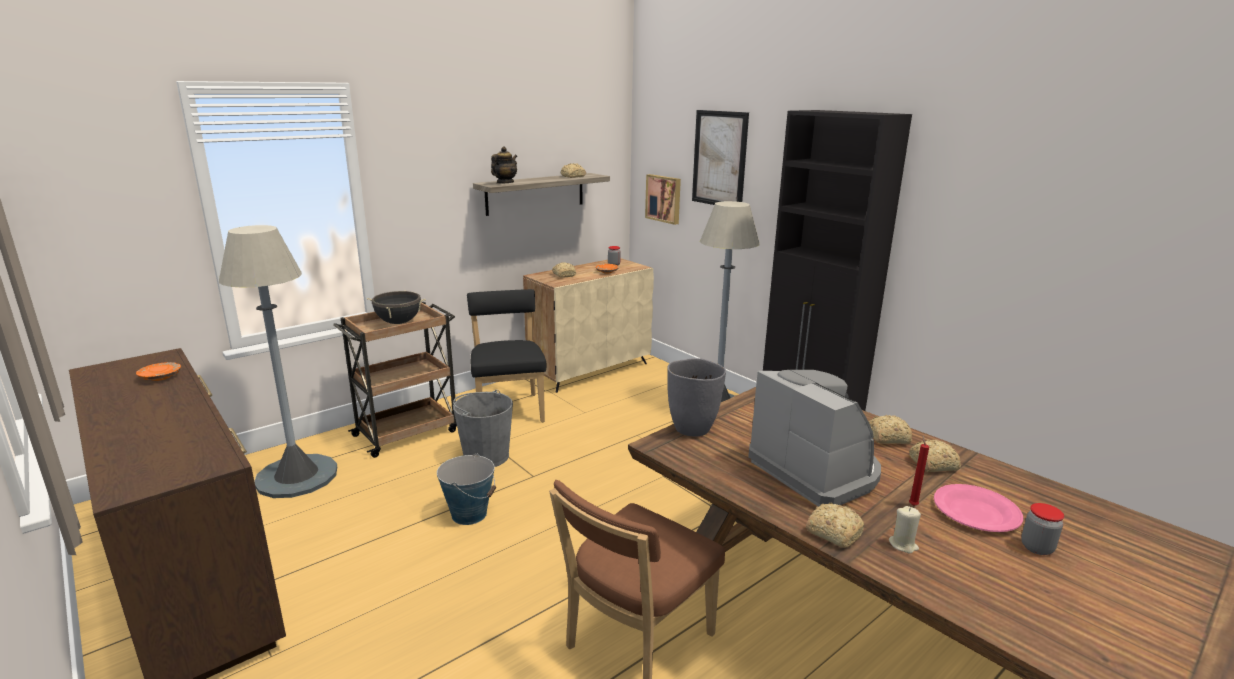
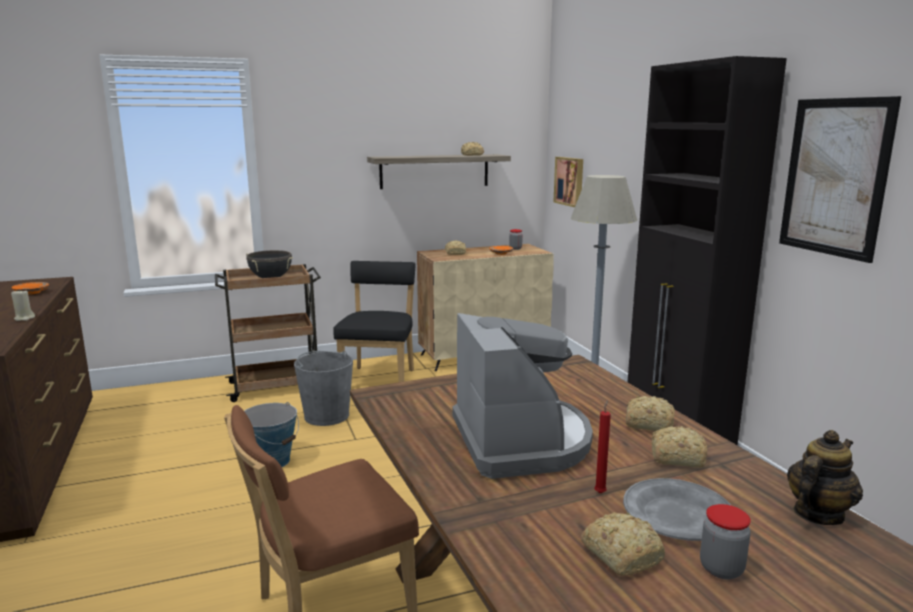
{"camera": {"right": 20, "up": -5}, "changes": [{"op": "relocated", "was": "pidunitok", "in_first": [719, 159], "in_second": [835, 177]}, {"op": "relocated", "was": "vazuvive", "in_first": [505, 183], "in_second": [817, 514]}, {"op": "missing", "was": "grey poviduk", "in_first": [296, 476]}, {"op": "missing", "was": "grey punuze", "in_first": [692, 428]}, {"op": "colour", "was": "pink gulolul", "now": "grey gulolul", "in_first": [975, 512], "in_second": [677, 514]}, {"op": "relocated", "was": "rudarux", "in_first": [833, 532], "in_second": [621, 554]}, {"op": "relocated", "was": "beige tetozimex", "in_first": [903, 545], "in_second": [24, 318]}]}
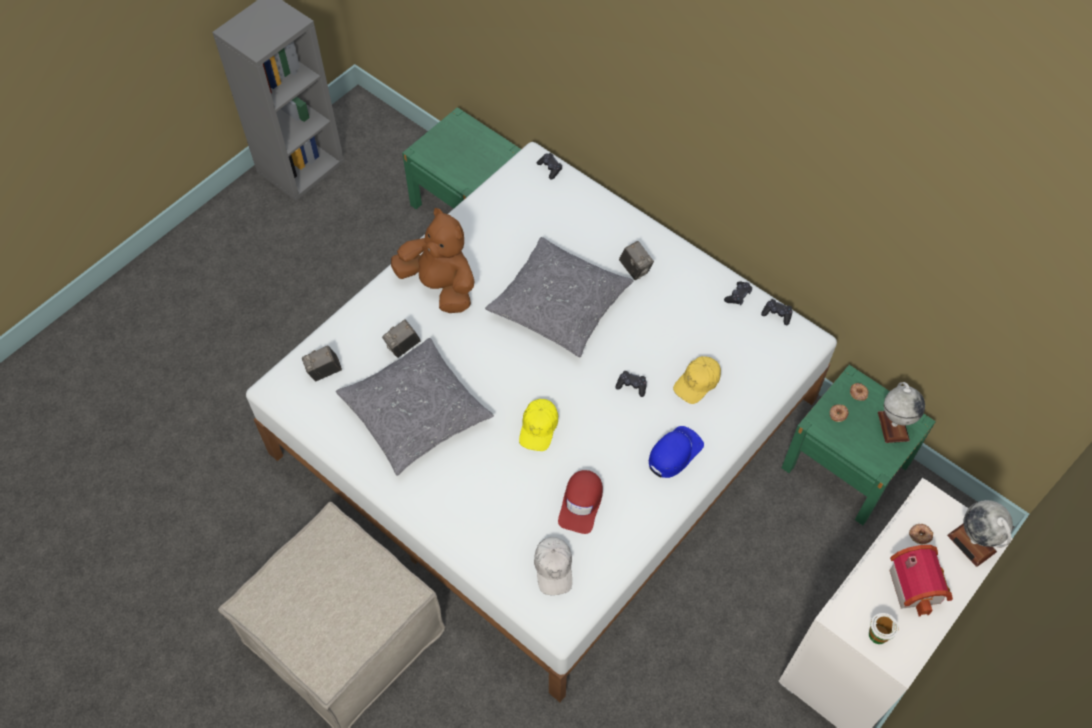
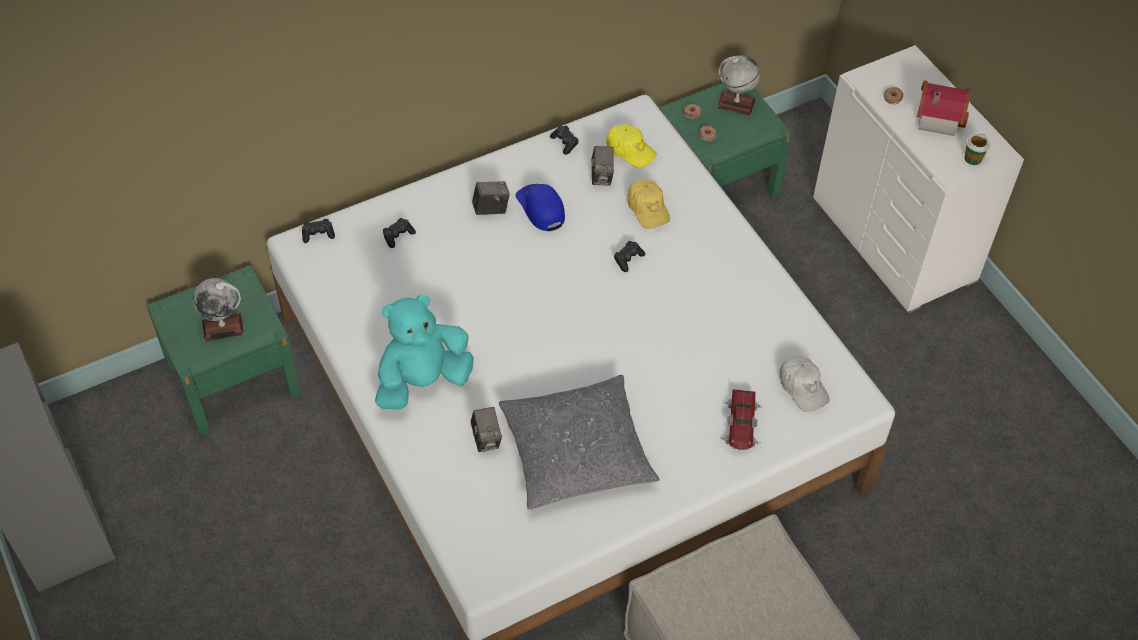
{"camera": {"right": -70, "up": -5}, "changes": [{"op": "colour", "was": "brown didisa", "now": "turquoise didisa", "in_first": [440, 286], "in_second": [423, 381]}, {"op": "missing", "was": "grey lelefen", "in_first": [559, 304]}, {"op": "relocated", "was": "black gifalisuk", "in_first": [777, 314], "in_second": [398, 236]}, {"op": "relocated", "was": "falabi", "in_first": [324, 371], "in_second": [602, 176]}, {"op": "relocated", "was": "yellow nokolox", "in_first": [539, 428], "in_second": [630, 150]}, {"op": "relocated", "was": "blue nokolox", "in_first": [674, 453], "in_second": [541, 208]}, {"op": "missing", "was": "red nokolox", "in_first": [581, 503]}, {"op": "relocated", "was": "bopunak", "in_first": [972, 543], "in_second": [223, 327]}, {"op": "spun", "was": "white nokolox", "in_first": [554, 568], "in_second": [803, 387], "clockwise": 45}, {"op": "appeared", "now": "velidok", "in_second": [741, 424]}]}
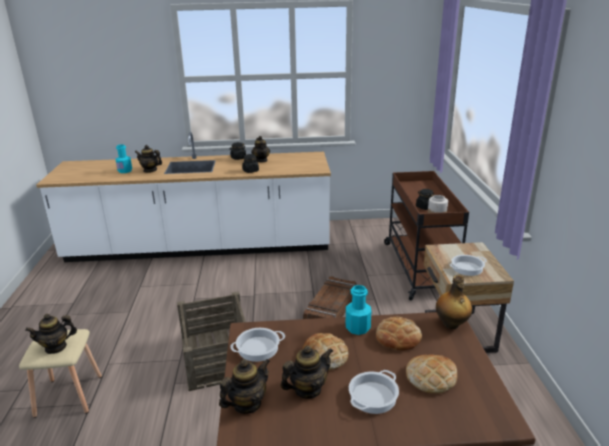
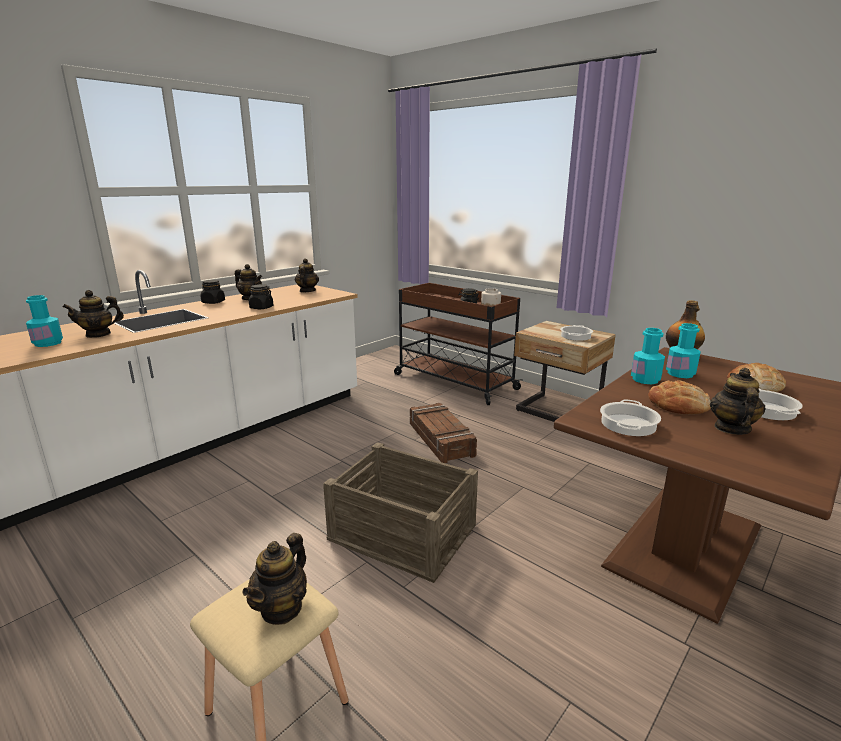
{"camera": {"right": -45, "up": -5}, "changes": [{"op": "exchanged", "was": "rudarux", "now": "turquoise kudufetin", "in_first": [398, 337], "in_second": [680, 374]}, {"op": "relocated", "was": "vazuvive", "in_first": [247, 404], "in_second": [307, 291]}]}
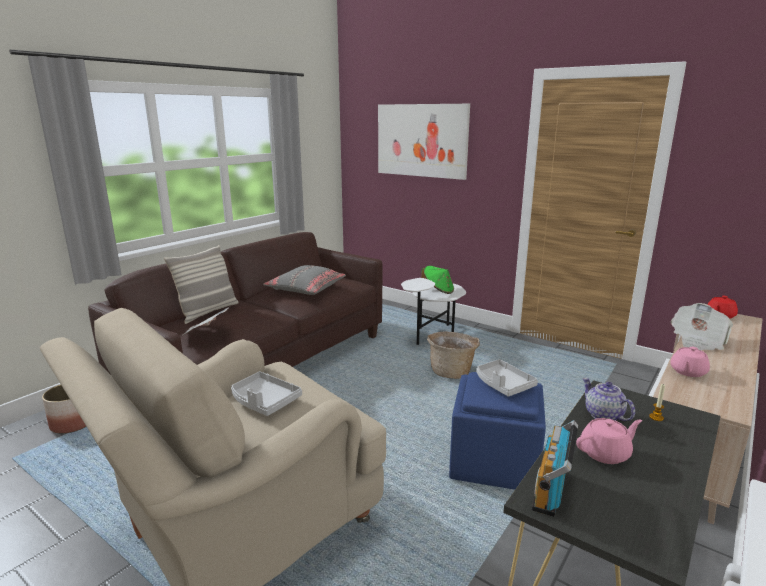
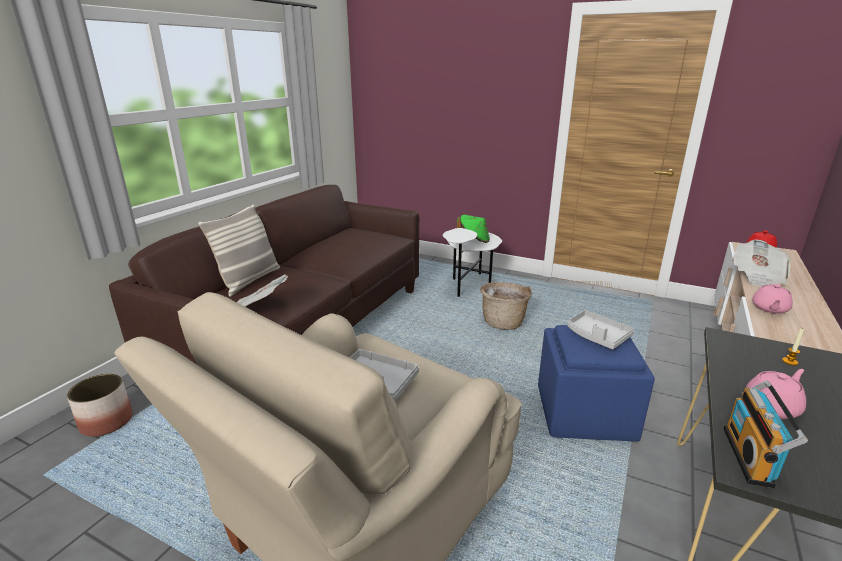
{"camera": {"right": -10, "up": 5}, "changes": [{"op": "missing", "was": "pidunitok", "in_first": [422, 140]}, {"op": "missing", "was": "grey lelefen", "in_first": [306, 288]}, {"op": "missing", "was": "vazuvive", "in_first": [603, 415]}]}
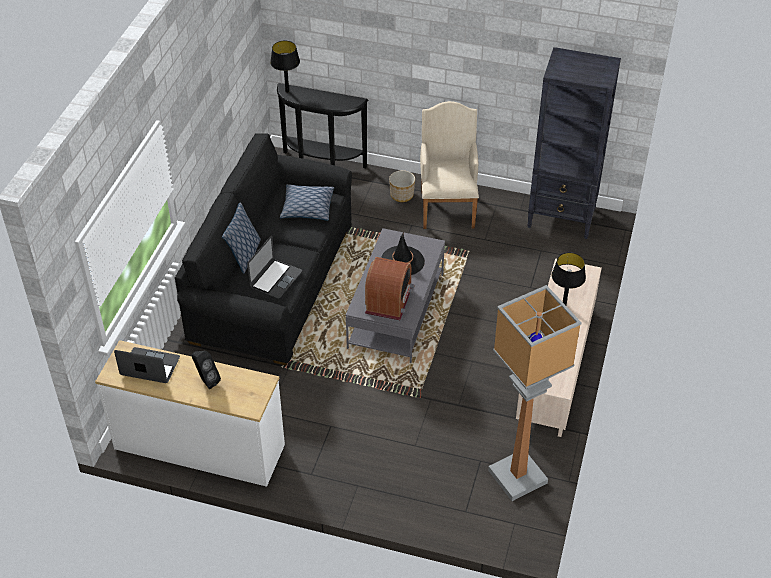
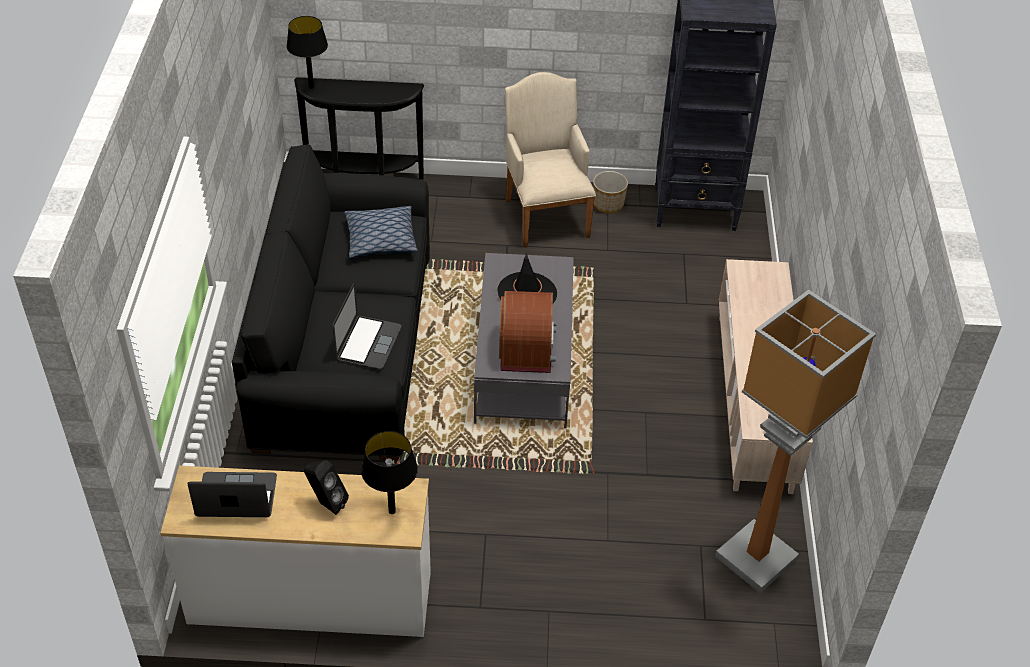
{"camera": {"right": -15, "up": 0}, "changes": [{"op": "relocated", "was": "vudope", "in_first": [401, 195], "in_second": [608, 204]}, {"op": "missing", "was": "lelefen", "in_first": [244, 256]}, {"op": "relocated", "was": "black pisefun", "in_first": [564, 305], "in_second": [392, 511]}]}
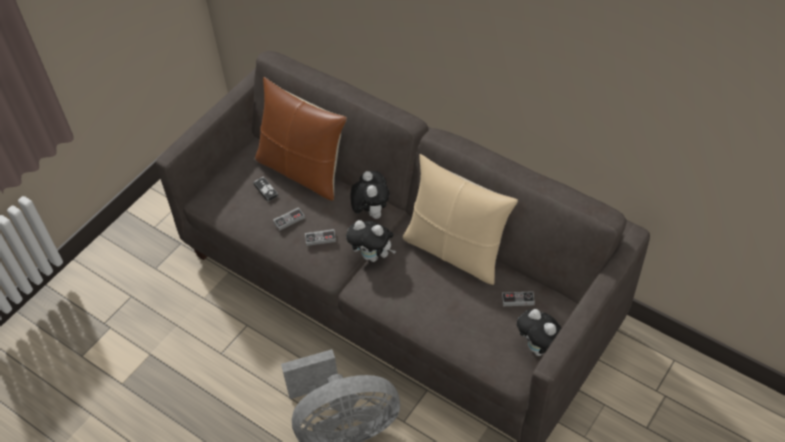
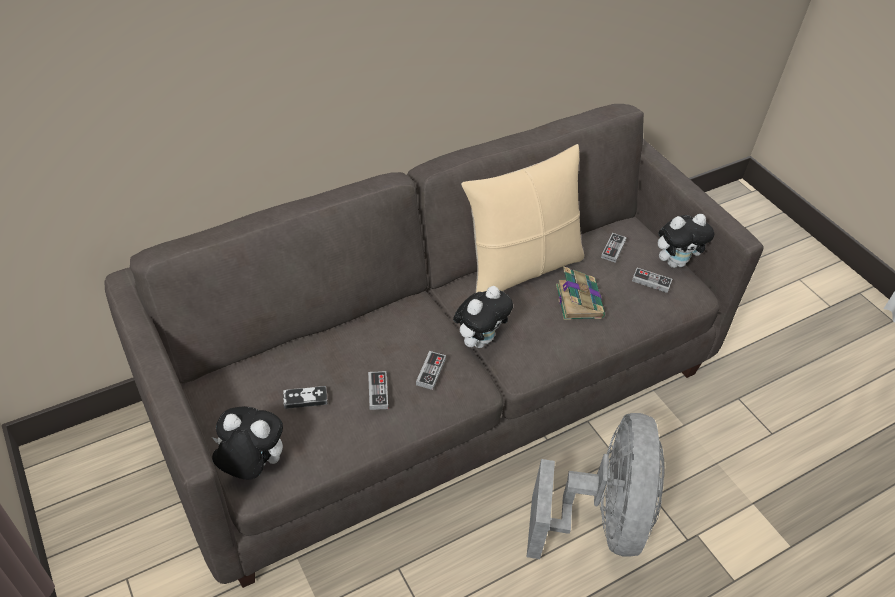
{"camera": {"right": -70, "up": -5}, "changes": [{"op": "missing", "was": "brown lelefen", "in_first": [303, 171]}, {"op": "relocated", "was": "didisa", "in_first": [370, 212], "in_second": [251, 466]}, {"op": "appeared", "now": "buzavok", "in_second": [579, 300]}, {"op": "appeared", "now": "gifalisuk", "in_second": [651, 282]}]}
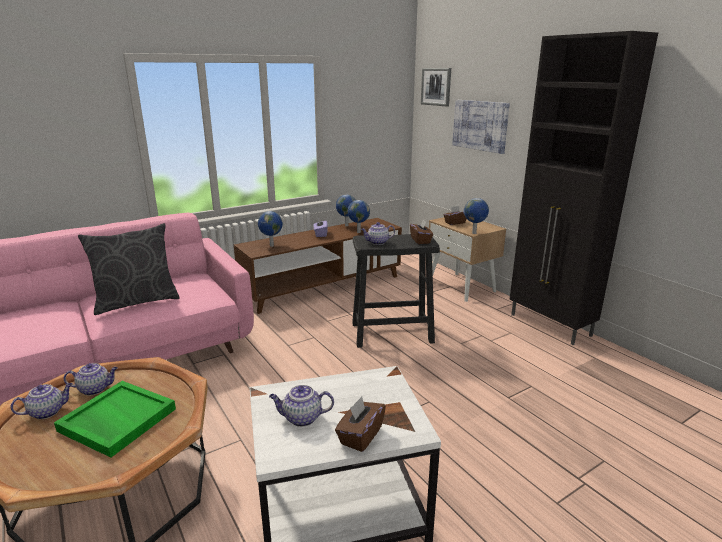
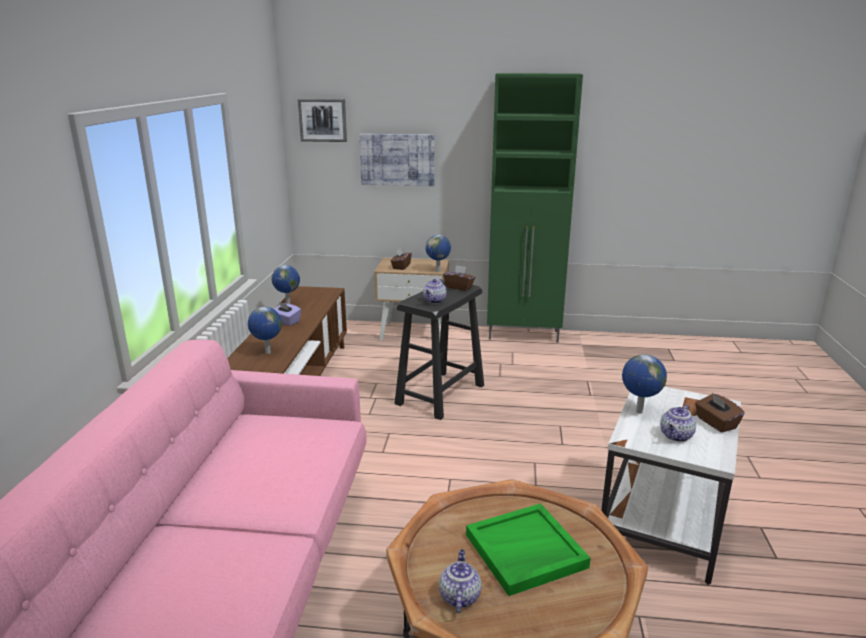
{"camera": {"right": -50, "up": 0}, "changes": [{"op": "colour", "was": "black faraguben", "now": "green faraguben", "in_first": [550, 325], "in_second": [524, 335]}, {"op": "relocated", "was": "bopunak", "in_first": [358, 232], "in_second": [638, 412]}, {"op": "missing", "was": "grey lelefen", "in_first": [137, 301]}, {"op": "missing", "was": "vazuvive", "in_first": [95, 389]}]}
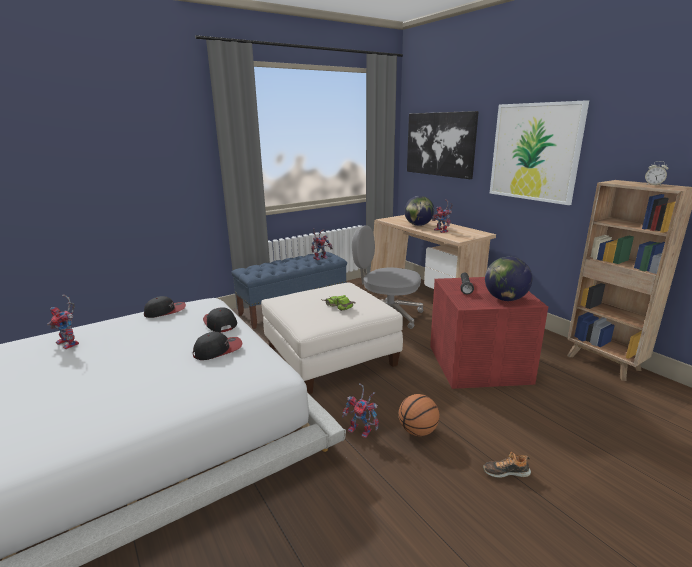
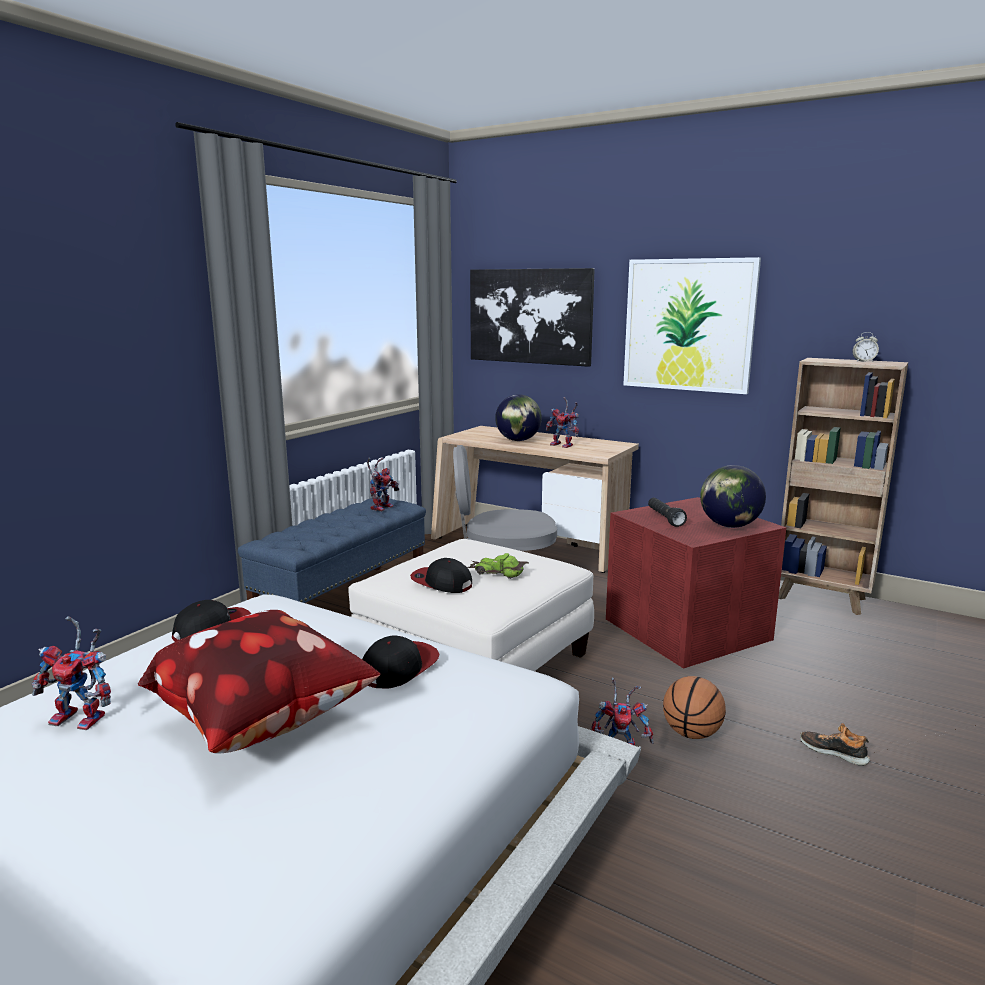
{"camera": {"right": -25, "up": -5}, "changes": [{"op": "relocated", "was": "nokolox", "in_first": [220, 323], "in_second": [441, 583]}, {"op": "spun", "was": "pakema", "in_first": [505, 471], "in_second": [833, 752], "clockwise": 60}, {"op": "appeared", "now": "lelefen", "in_second": [266, 724]}]}
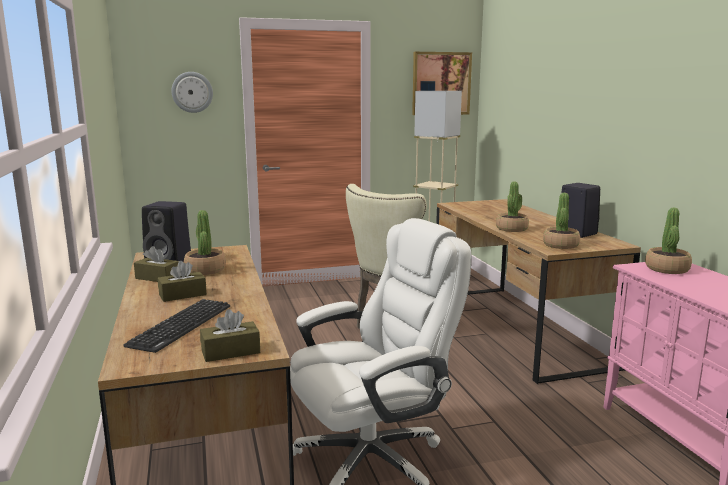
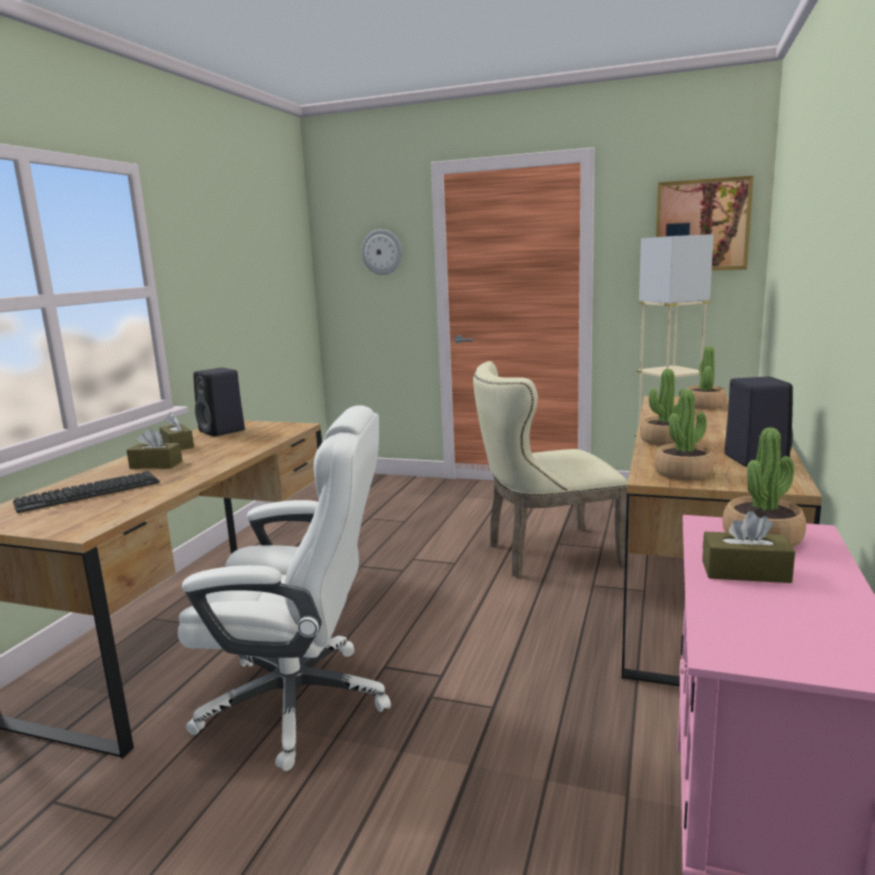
{"camera": {"right": 35, "up": 0}, "changes": [{"op": "relocated", "was": "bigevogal", "in_first": [205, 270], "in_second": [704, 405]}, {"op": "relocated", "was": "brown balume", "in_first": [230, 352], "in_second": [745, 571]}]}
